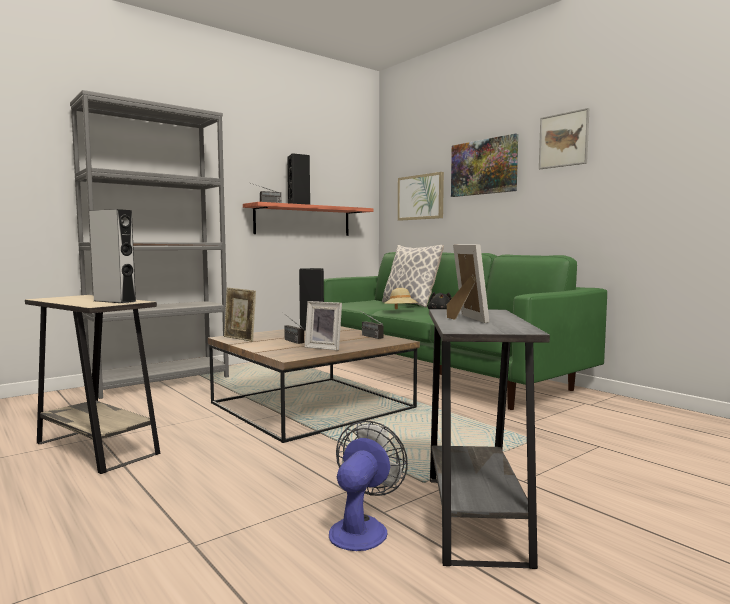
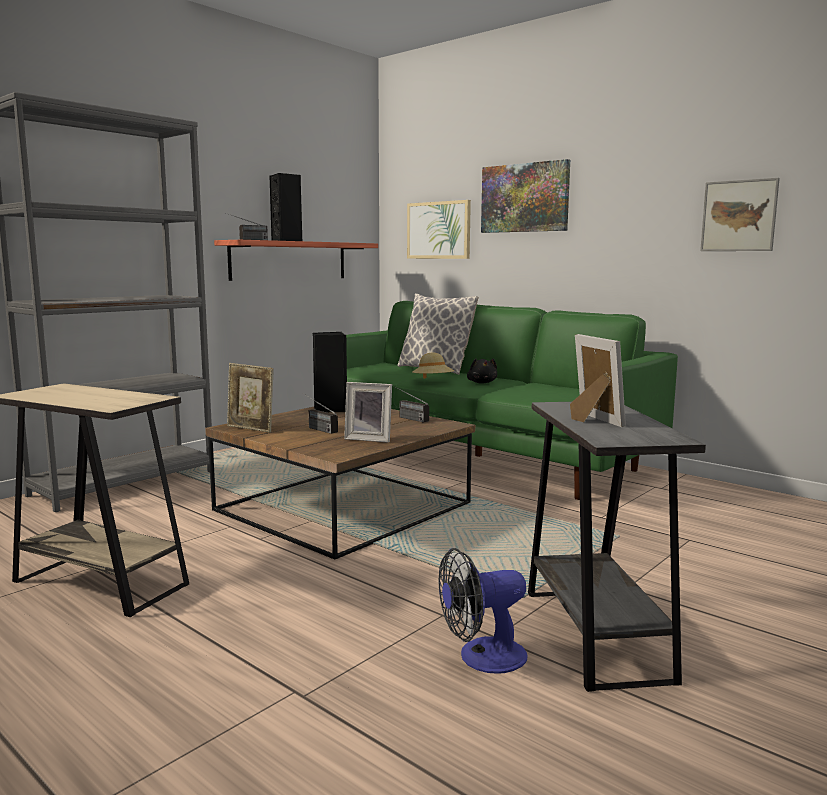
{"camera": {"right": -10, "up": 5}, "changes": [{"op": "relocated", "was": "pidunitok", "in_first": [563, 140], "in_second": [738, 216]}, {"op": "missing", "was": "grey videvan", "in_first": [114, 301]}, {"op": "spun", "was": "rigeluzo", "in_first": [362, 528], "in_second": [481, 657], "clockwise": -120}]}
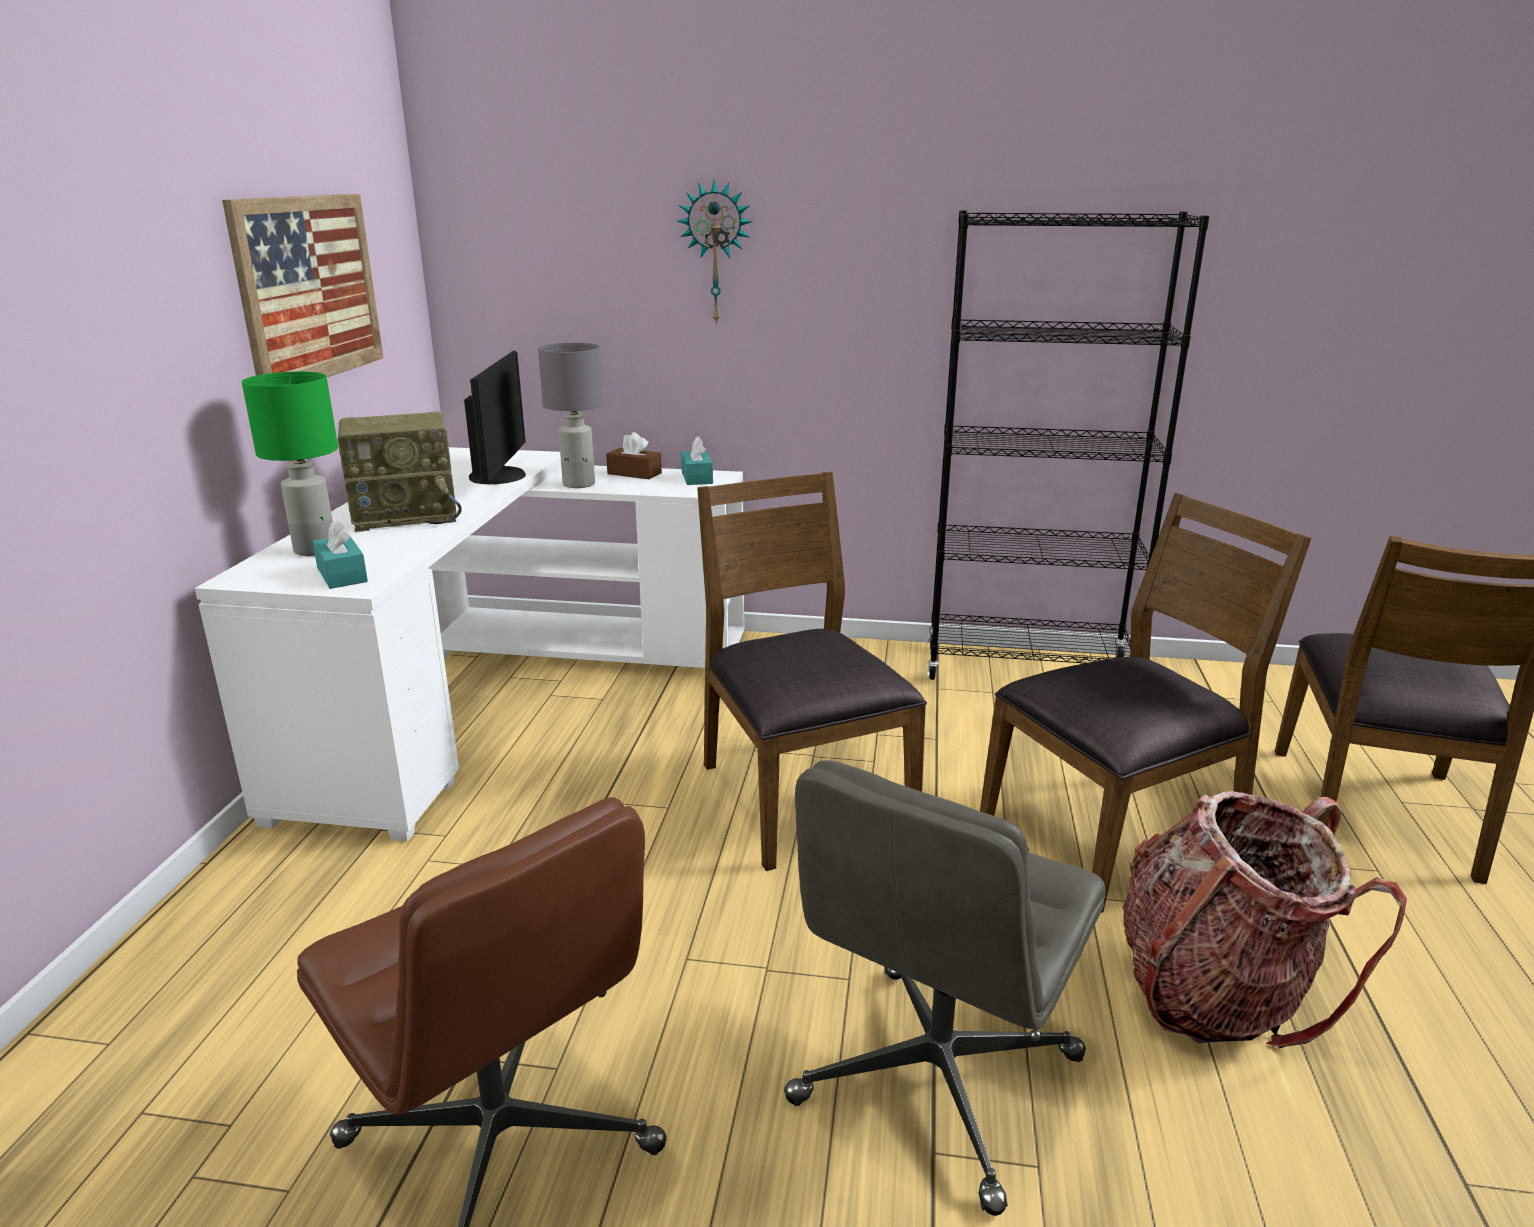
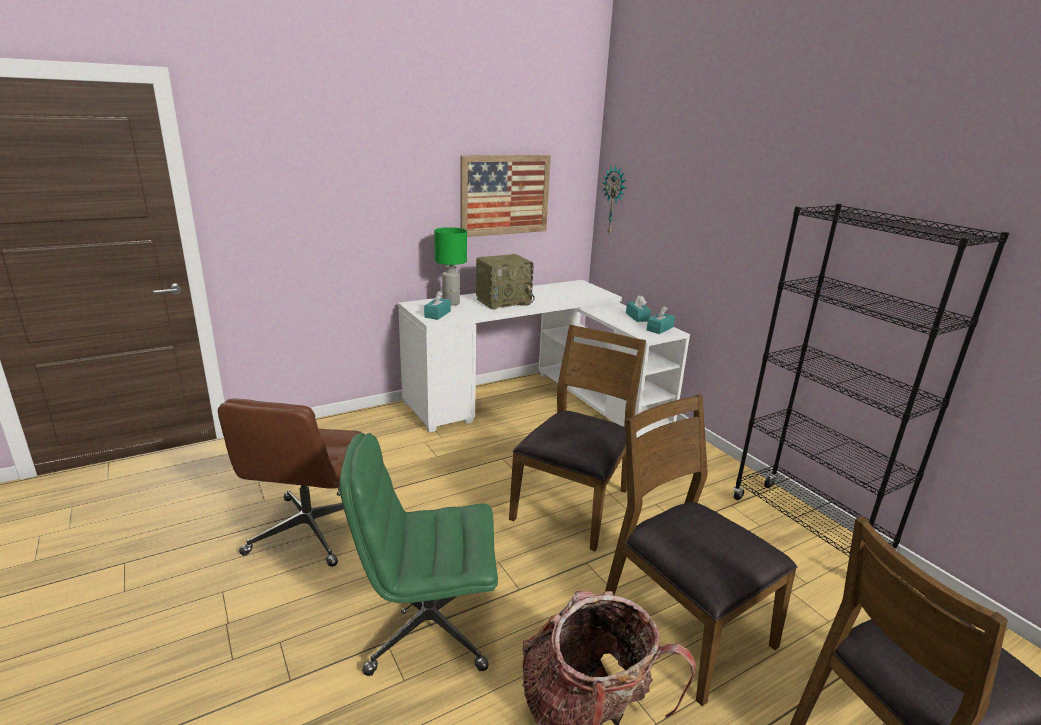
{"camera": {"right": 50, "up": 0}, "changes": [{"op": "relocated", "was": "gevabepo", "in_first": [716, 253], "in_second": [614, 200]}, {"op": "missing", "was": "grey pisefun", "in_first": [580, 484]}, {"op": "missing", "was": "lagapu", "in_first": [500, 476]}, {"op": "spun", "was": "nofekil", "in_first": [407, 514], "in_second": [504, 301], "clockwise": -60}, {"op": "colour", "was": "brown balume", "now": "turquoise balume", "in_first": [634, 473], "in_second": [637, 317]}, {"op": "spun", "was": "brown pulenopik", "in_first": [1114, 835], "in_second": [684, 624], "clockwise": -150}, {"op": "colour", "was": "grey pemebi", "now": "green pemebi", "in_first": [936, 1082], "in_second": [427, 627]}]}
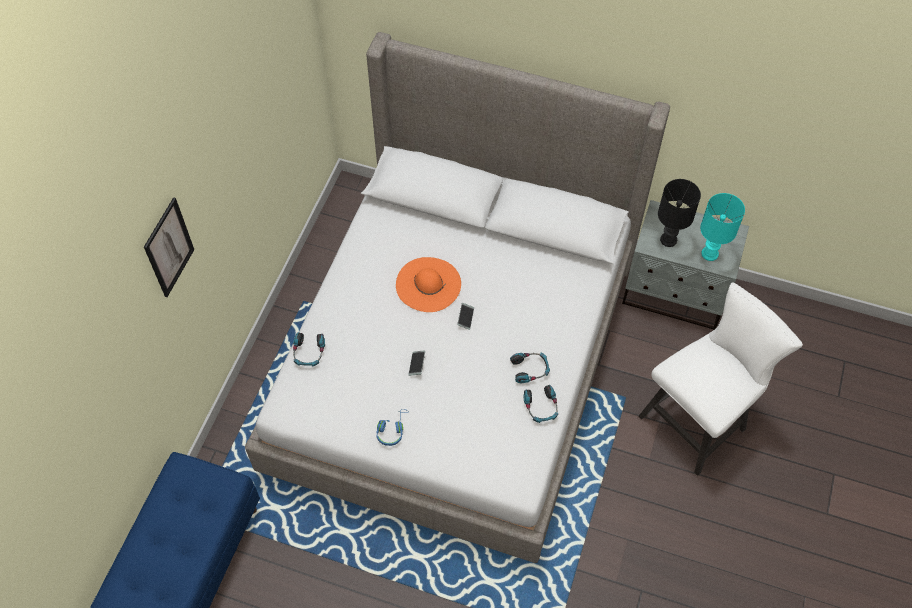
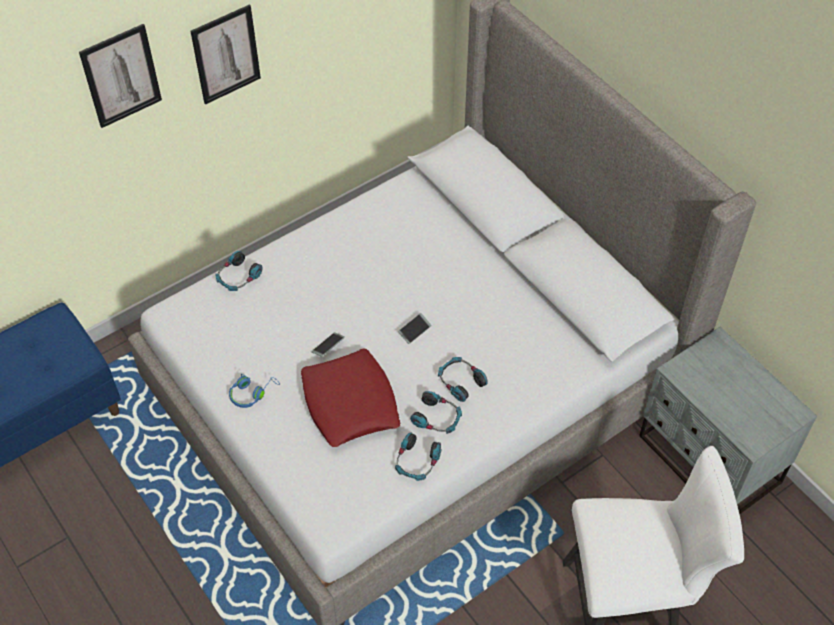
{"camera": {"right": 35, "up": -5}, "changes": [{"op": "missing", "was": "black pisefun", "in_first": [669, 240]}, {"op": "missing", "was": "turquoise pisefun", "in_first": [709, 254]}, {"op": "missing", "was": "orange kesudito", "in_first": [428, 284]}, {"op": "appeared", "now": "pidunitok", "in_second": [226, 54]}, {"op": "appeared", "now": "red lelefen", "in_second": [350, 403]}, {"op": "appeared", "now": "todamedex", "in_second": [460, 381]}]}
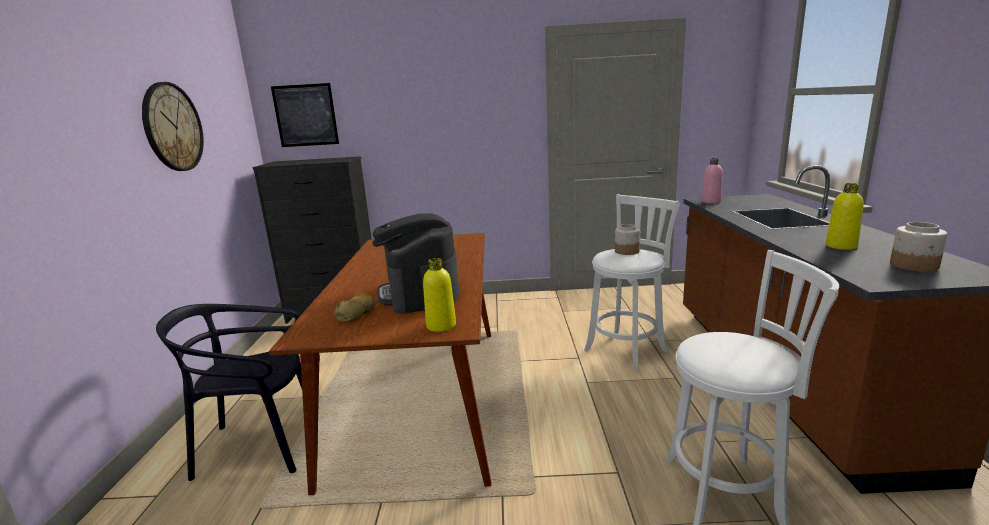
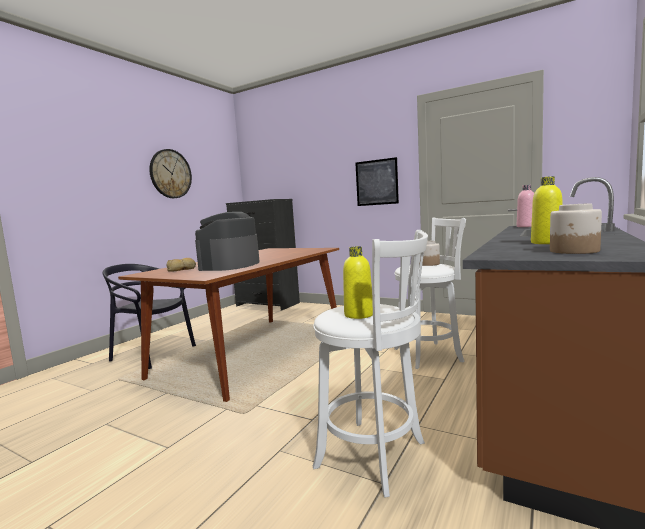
{"camera": {"right": 30, "up": -10}, "changes": [{"op": "relocated", "was": "pidunitok", "in_first": [305, 115], "in_second": [376, 182]}, {"op": "relocated", "was": "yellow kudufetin", "in_first": [441, 325], "in_second": [359, 315]}]}
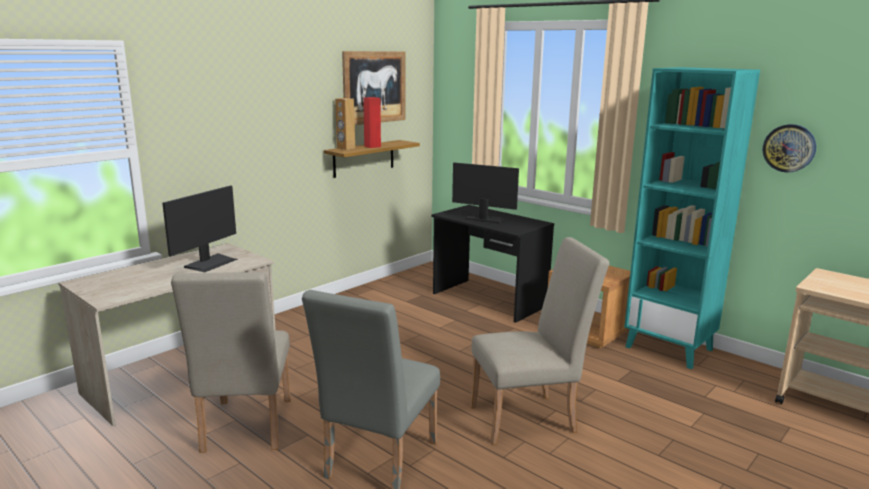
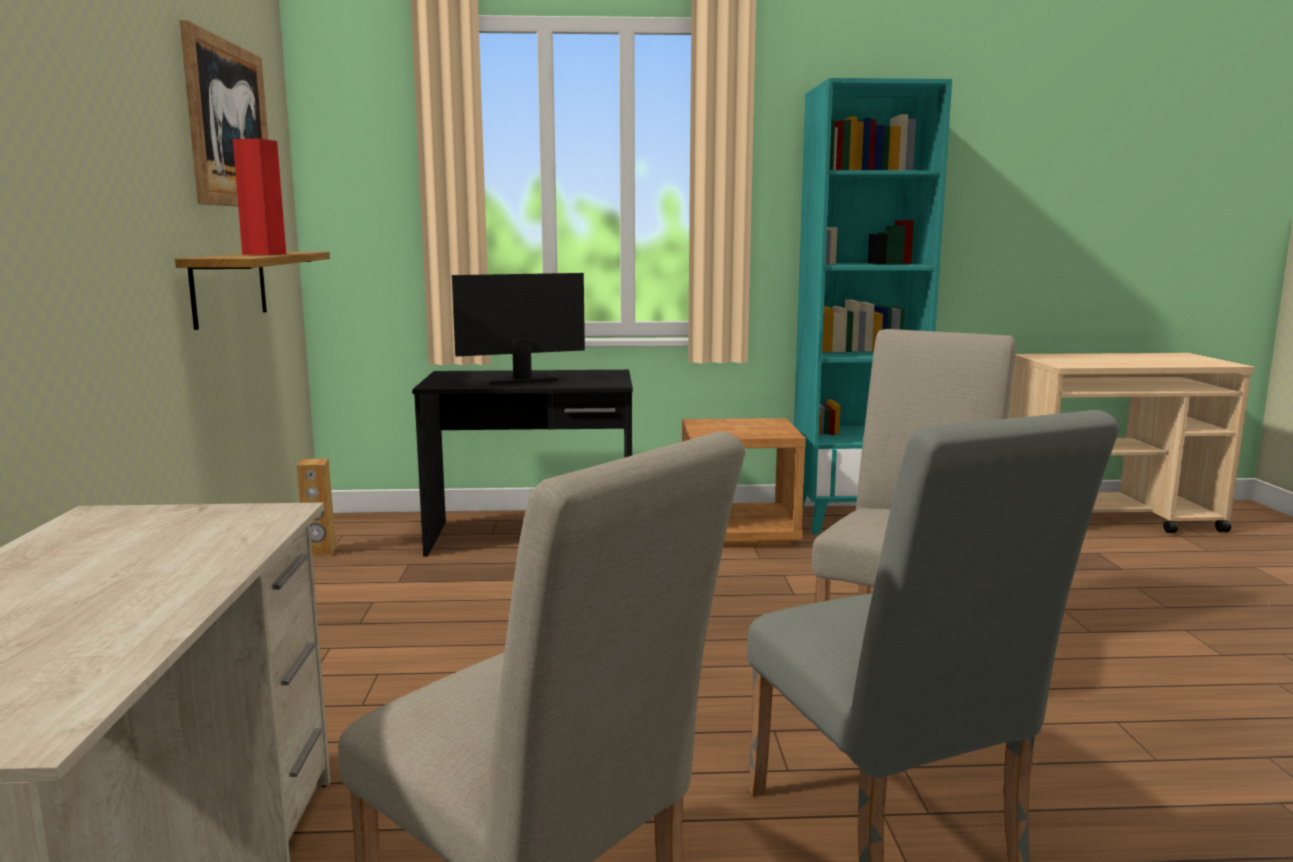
{"camera": {"right": -45, "up": -5}, "changes": [{"op": "relocated", "was": "brown videvan", "in_first": [345, 148], "in_second": [320, 552]}, {"op": "missing", "was": "gevabepo", "in_first": [789, 148]}, {"op": "missing", "was": "lagapu", "in_first": [211, 263]}]}
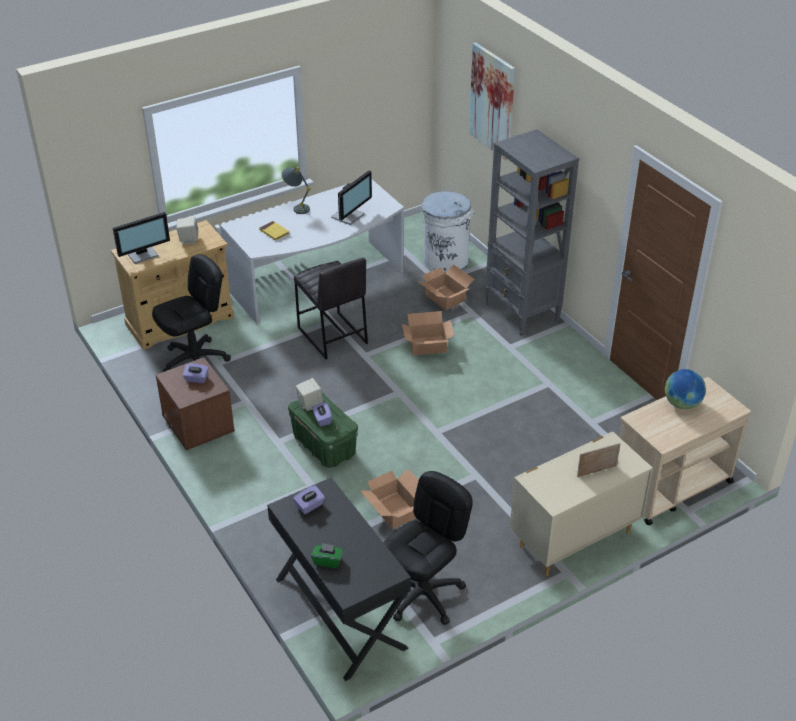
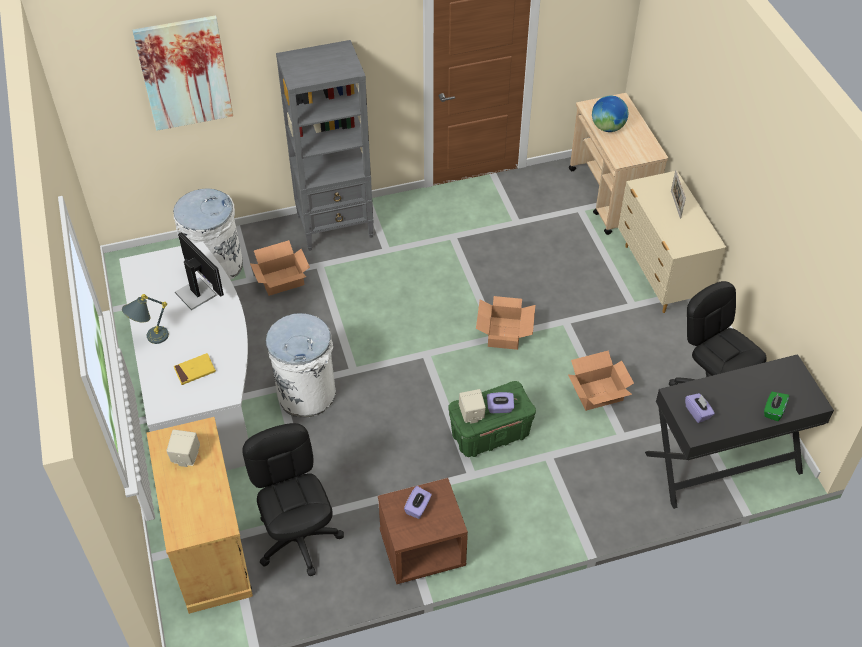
{"camera": {"right": -75, "up": 10}, "changes": [{"op": "missing", "was": "lagapu", "in_first": [143, 254]}, {"op": "exchanged", "was": "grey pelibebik", "now": "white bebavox", "in_first": [332, 336], "in_second": [307, 393]}, {"op": "relocated", "was": "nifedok", "in_first": [427, 345], "in_second": [503, 333]}]}
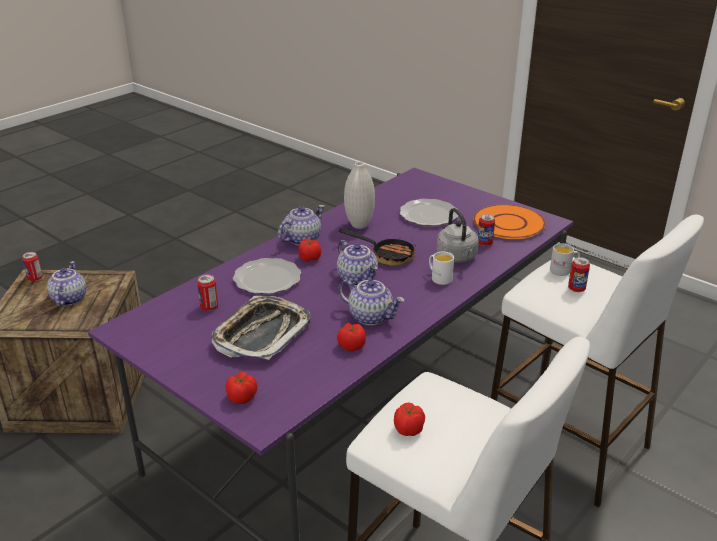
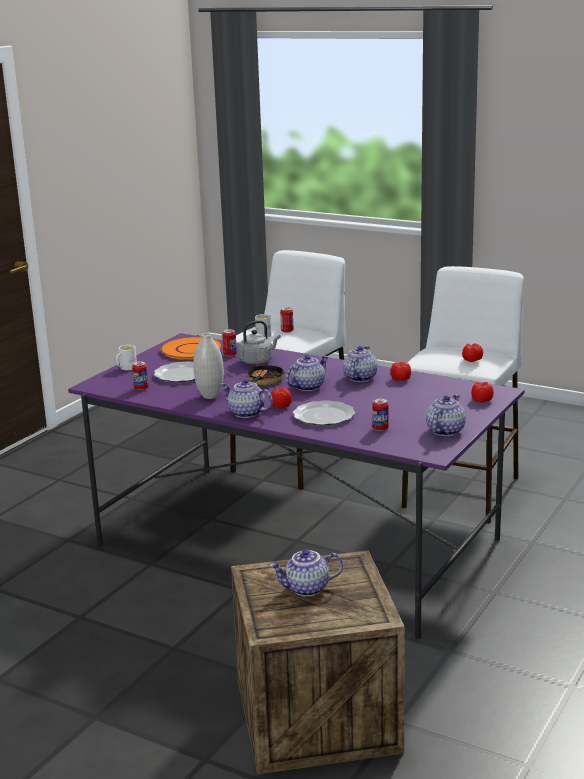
{"camera": {"right": -100, "up": -10}, "changes": [{"op": "relocated", "was": "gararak", "in_first": [35, 278], "in_second": [141, 388]}, {"op": "relocated", "was": "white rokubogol", "in_first": [439, 278], "in_second": [126, 368]}, {"op": "missing", "was": "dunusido", "in_first": [262, 334]}, {"op": "appeared", "now": "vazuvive", "in_second": [445, 431]}]}
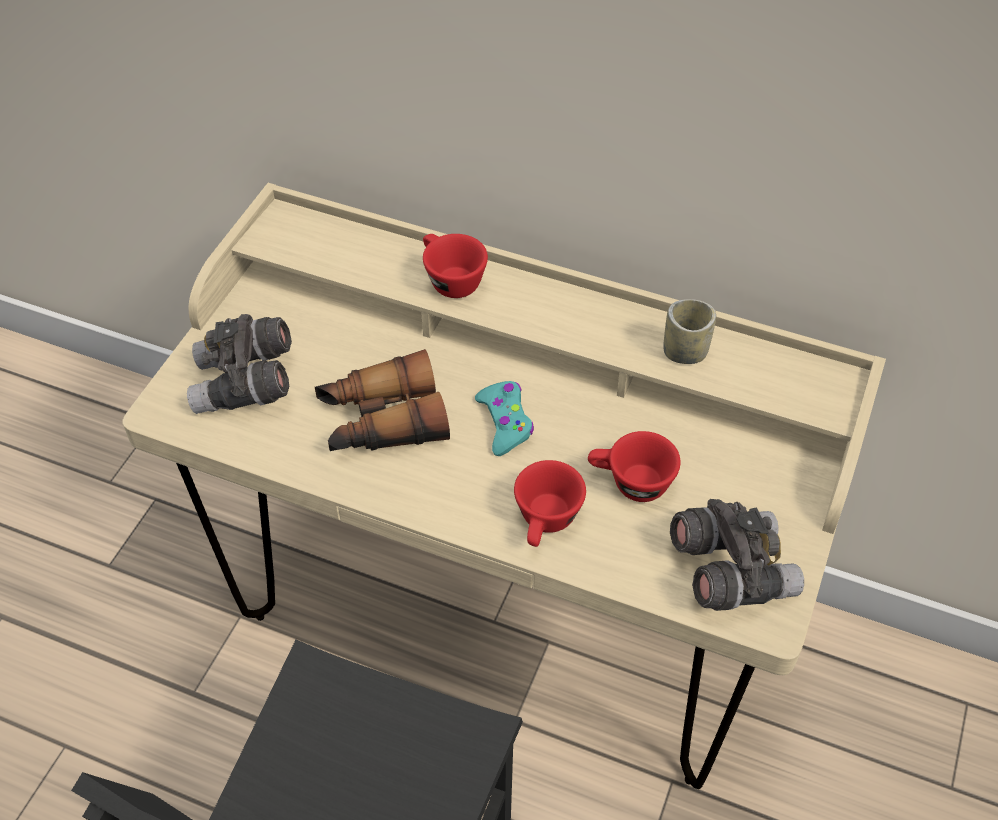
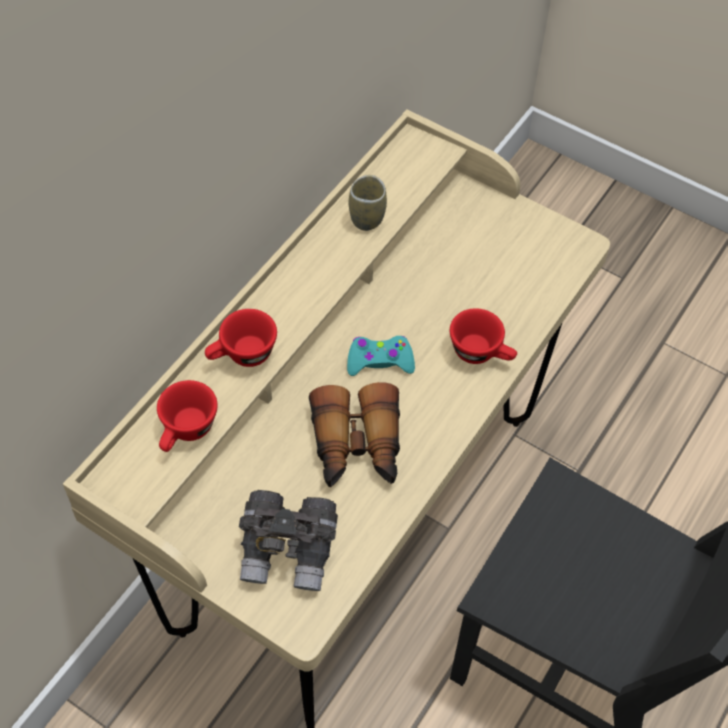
{"camera": {"right": -80, "up": 5}, "changes": [{"op": "relocated", "was": "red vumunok", "in_first": [630, 483], "in_second": [187, 432]}, {"op": "missing", "was": "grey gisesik", "in_first": [730, 571]}]}
